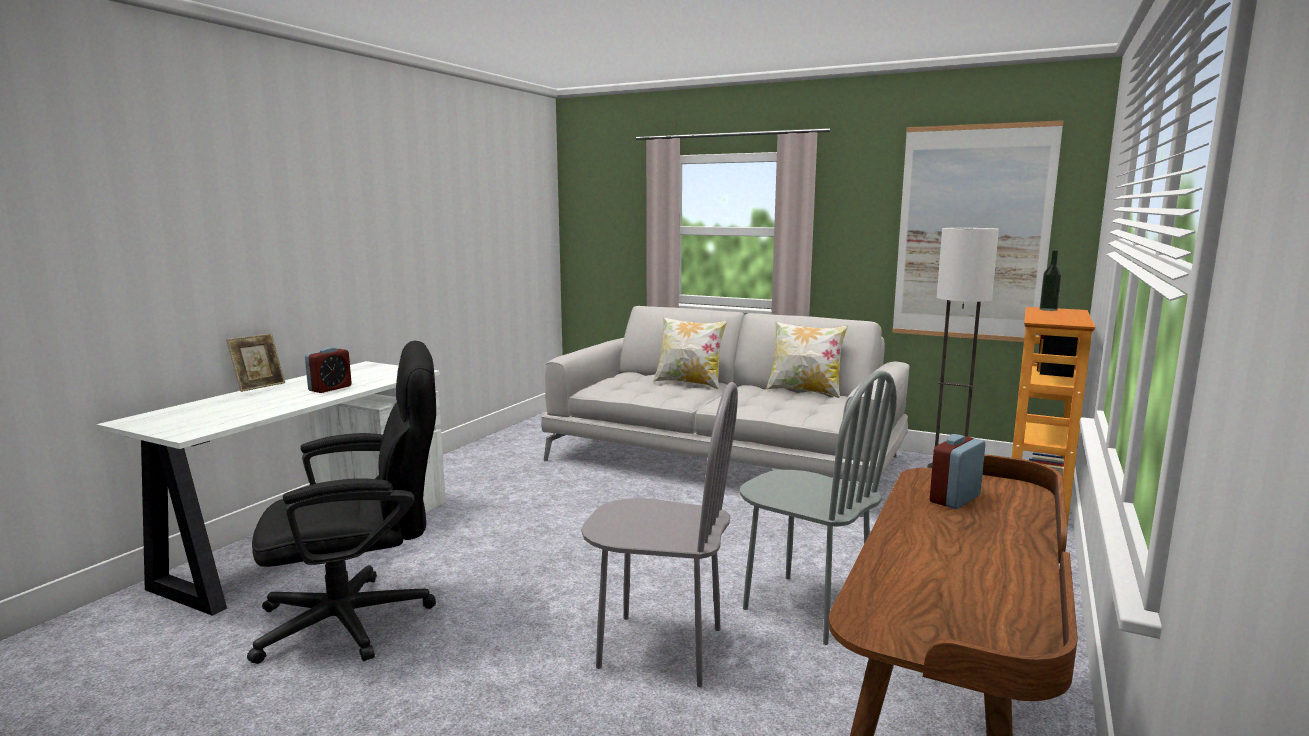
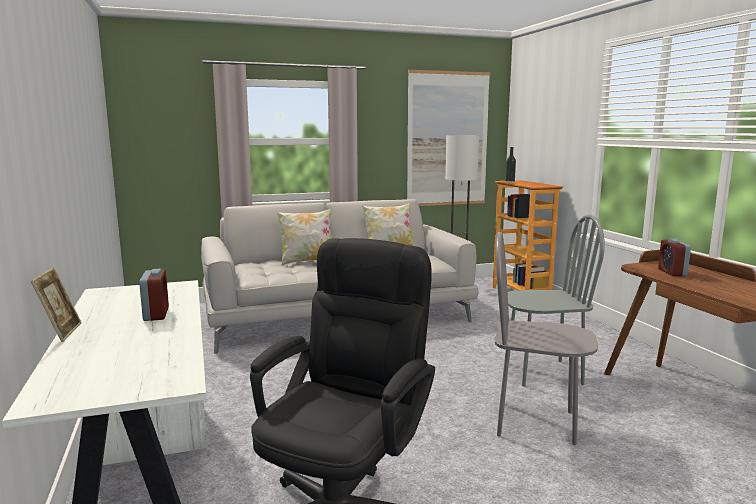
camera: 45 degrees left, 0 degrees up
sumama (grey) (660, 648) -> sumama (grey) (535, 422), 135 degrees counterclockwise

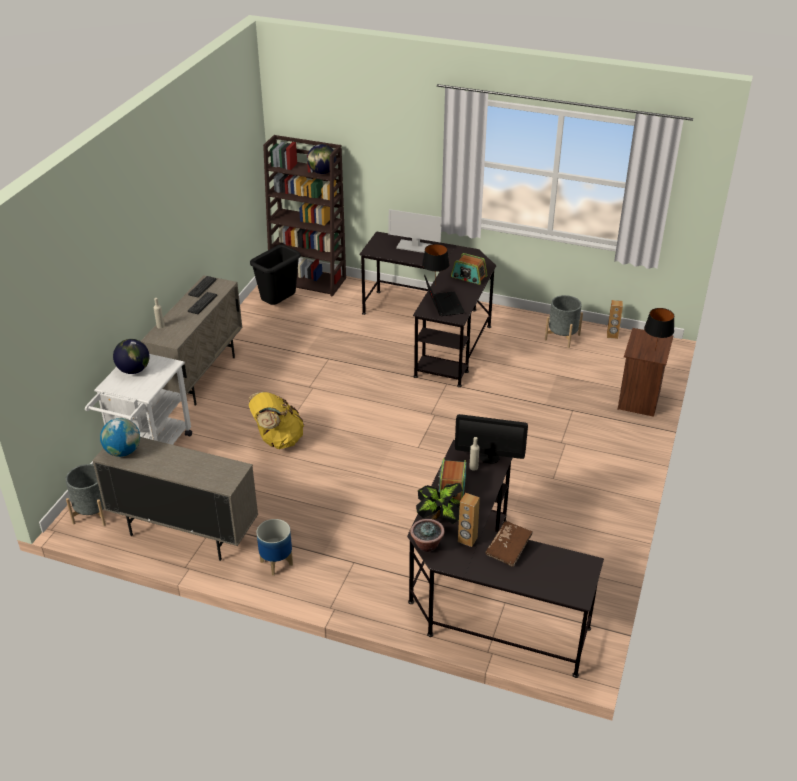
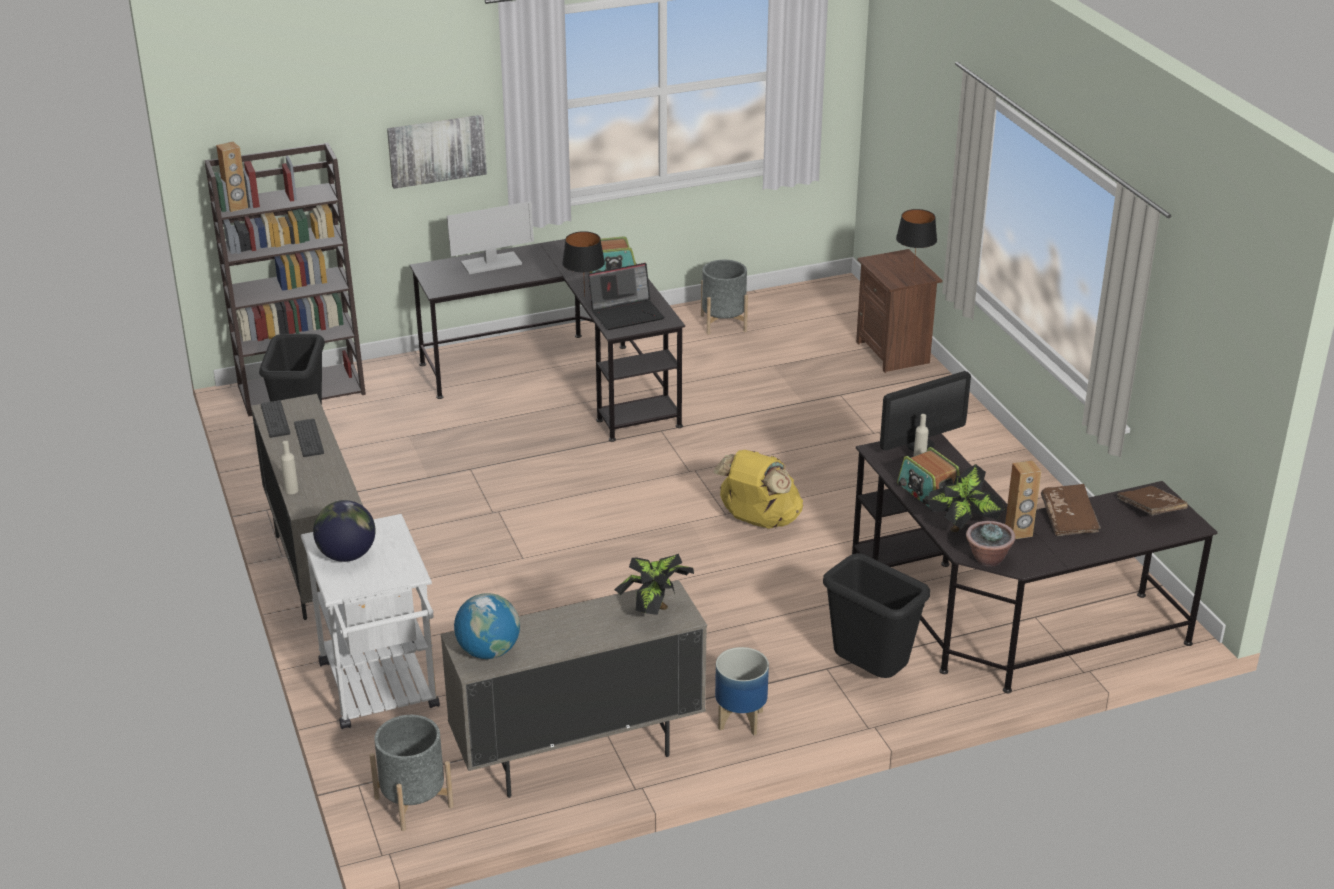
camera: 40 degrees left, 5 degrees down
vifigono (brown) (612, 335) -> vifigono (brown) (236, 207), moved
none -> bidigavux (437, 150)
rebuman (443, 304) -> rebuman (627, 313), 120 degrees clockwise
none -> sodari (655, 610)
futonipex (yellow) (277, 440) -> futonipex (yellow) (758, 521), moved
none -> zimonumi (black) (868, 673)
none -> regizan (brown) (1150, 510)
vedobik (322, 172) -> none

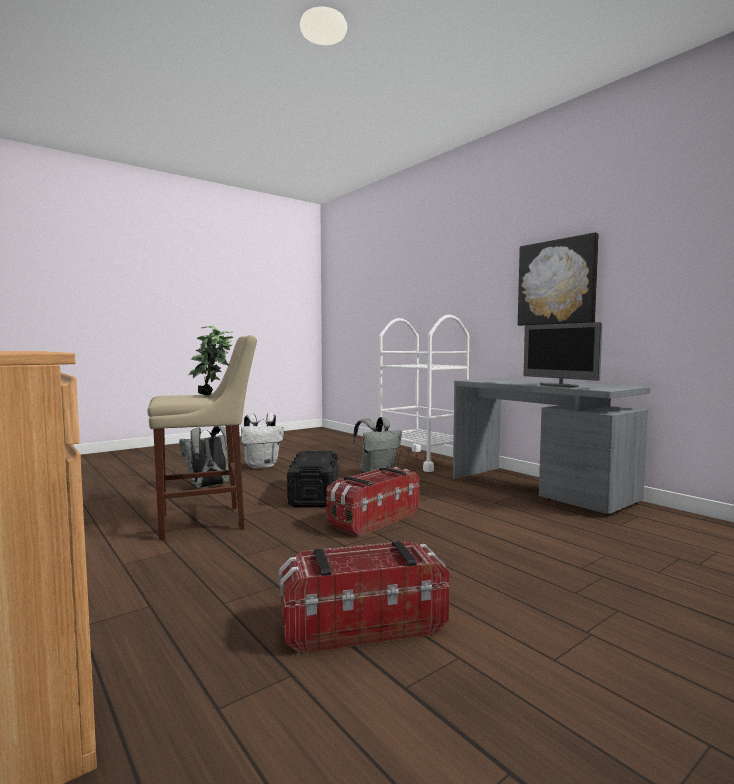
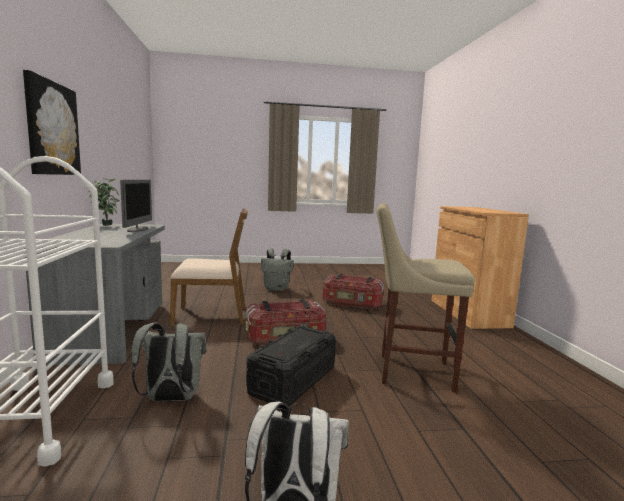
camera: 150 degrees left, 5 degrees up
sodari (213, 395) -> sodari (105, 225), moved
none -> sumama (brown) (211, 316)
futonipex (grey) (208, 487) -> futonipex (grey) (277, 289), moved

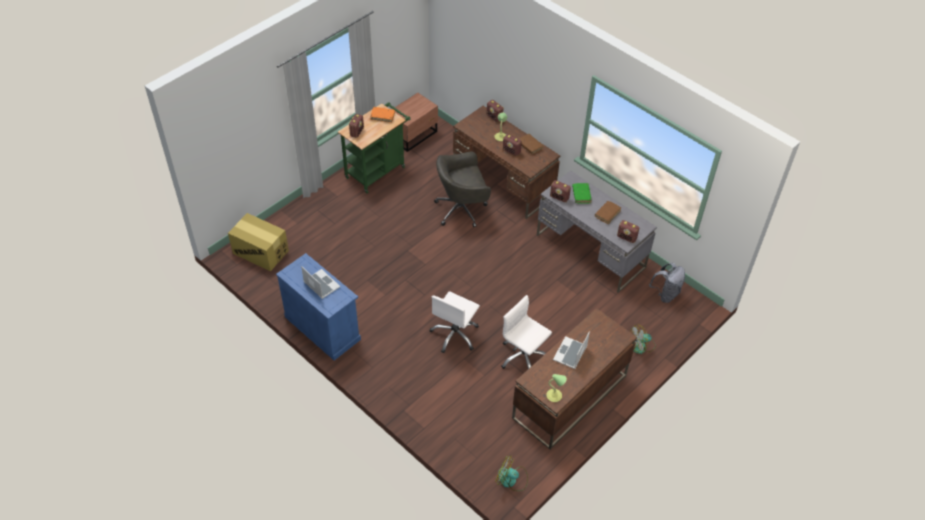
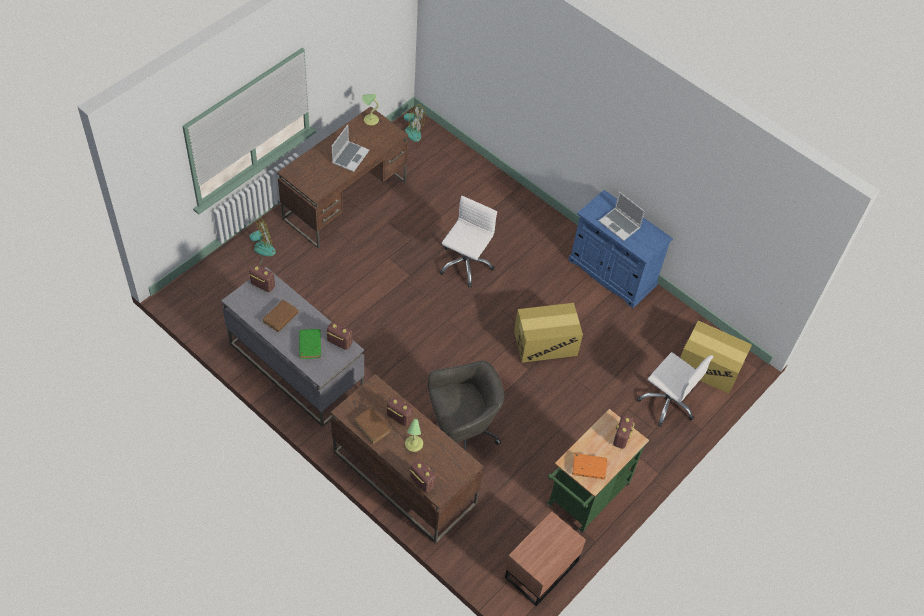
camera: 175 degrees right, 5 degrees up
none -> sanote (545, 343)
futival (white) (523, 357) -> futival (white) (667, 402), moved
futonipex (grey) (665, 294) -> none

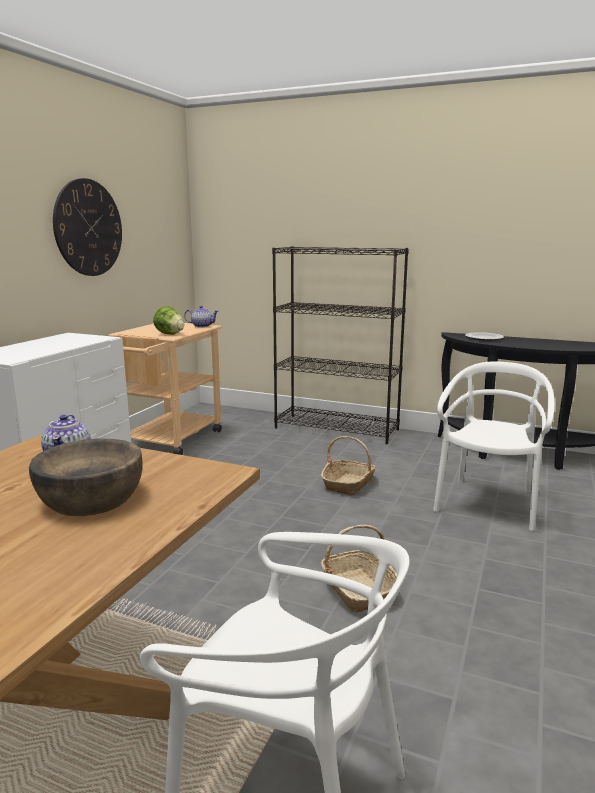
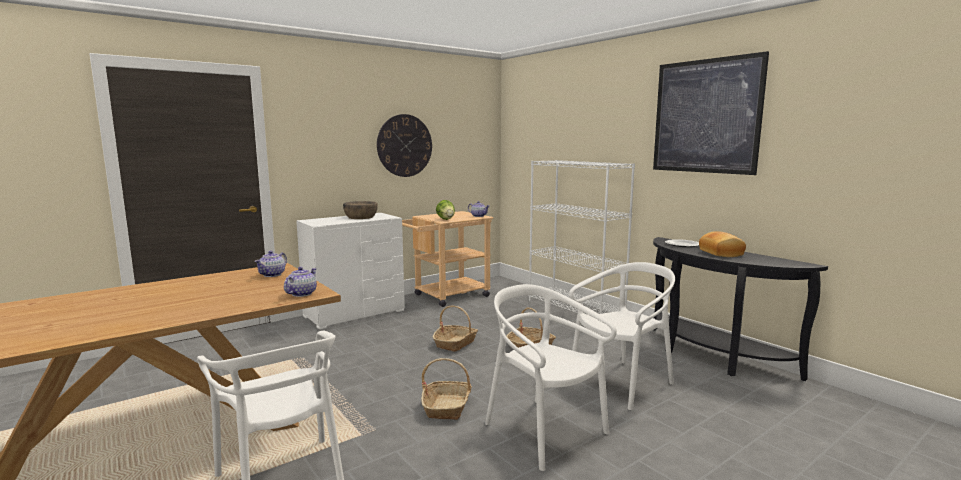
camera: 30 degrees right, 5 degrees down
none -> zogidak (301, 294)
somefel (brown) (91, 498) -> somefel (brown) (361, 217), moved
none -> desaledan (455, 343)
none -> sumama (white) (544, 431)
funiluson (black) (337, 428) -> funiluson (white) (575, 309)
none -> bidigavux (706, 116)
none -> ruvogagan (722, 253)

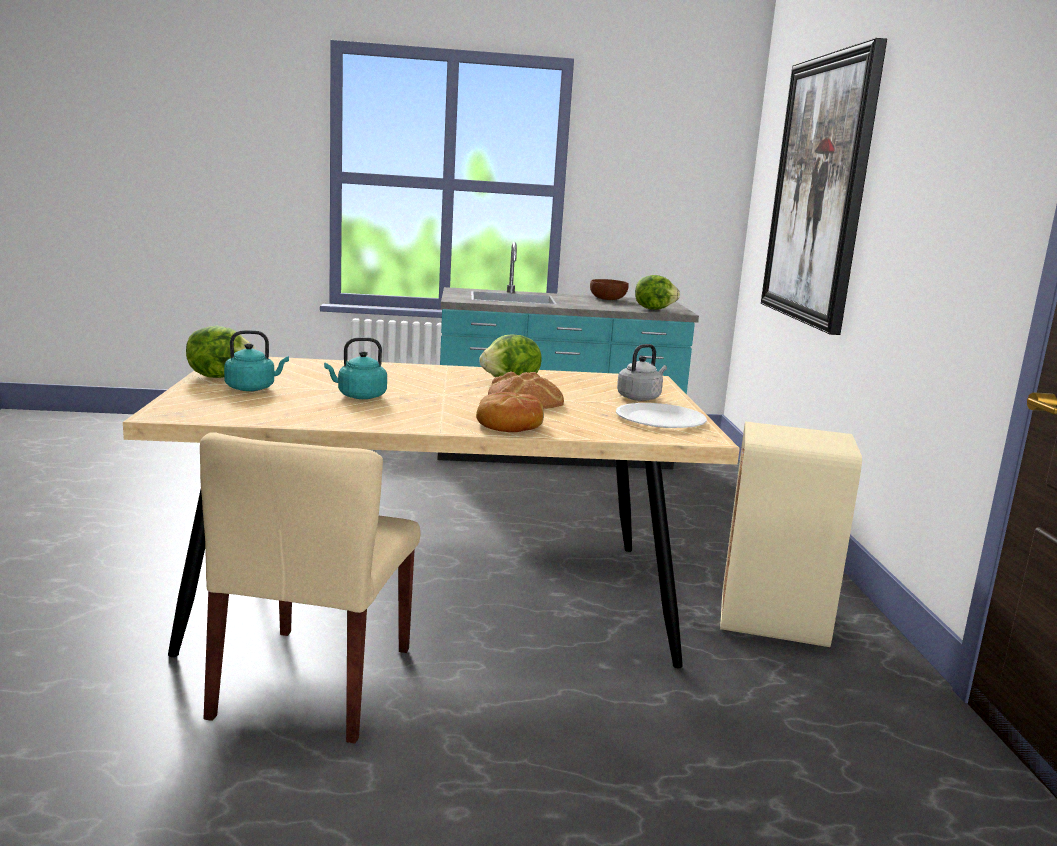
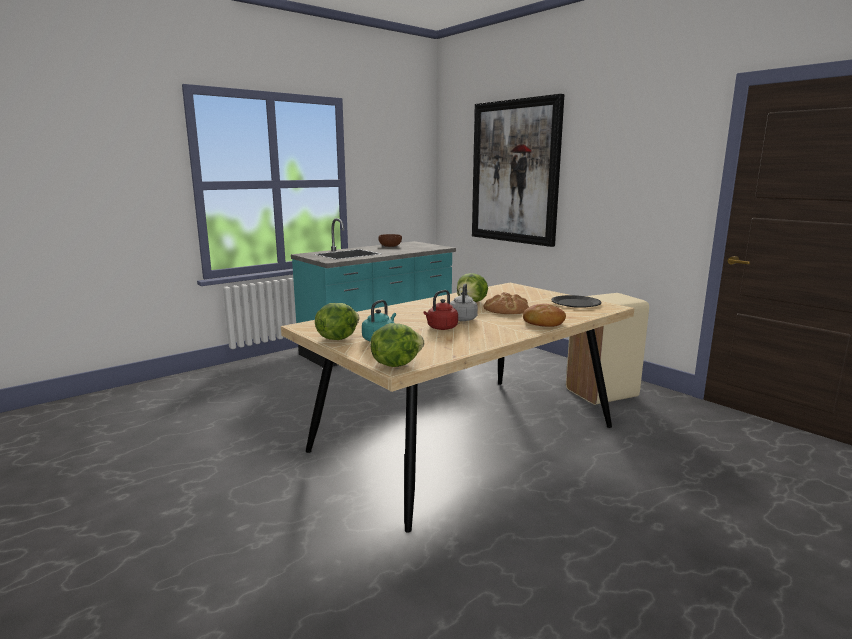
camera: 35 degrees left, 0 degrees up
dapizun (654, 309) -> dapizun (395, 364), moved
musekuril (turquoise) (359, 396) -> musekuril (red) (441, 328)
musekuril (grey) (640, 398) -> musekuril (grey) (463, 319), moved
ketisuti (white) (660, 419) -> ketisuti (black) (575, 303)
sumama (beige) (314, 682) -> none

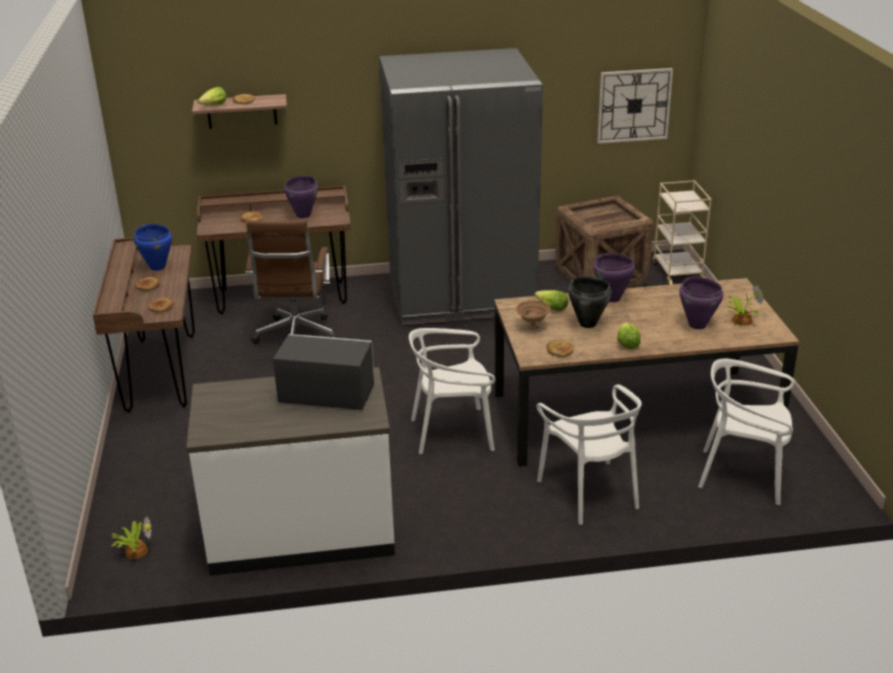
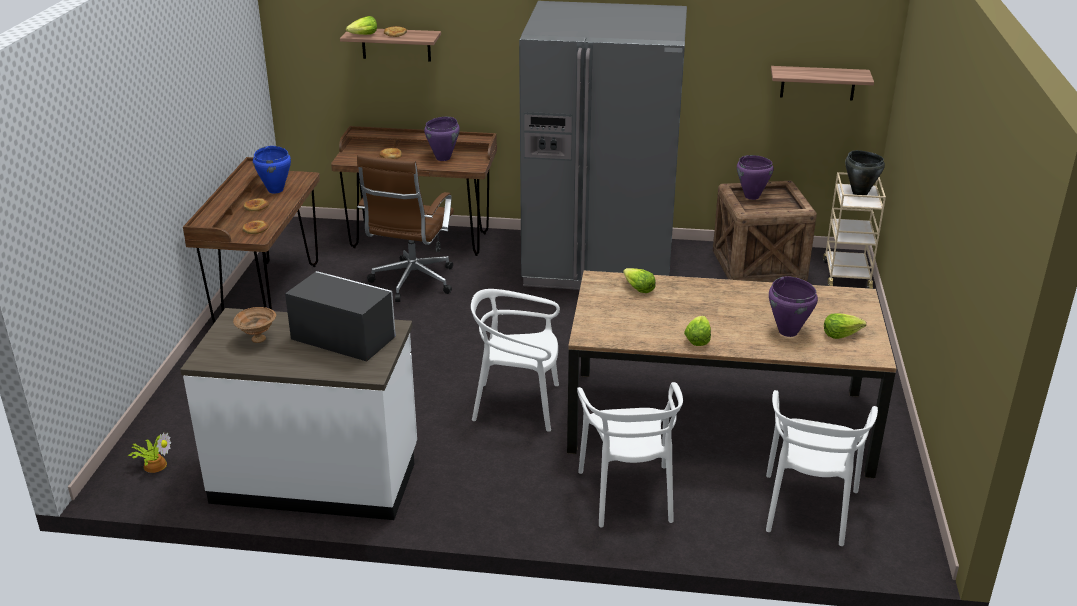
camera: 15 degrees right, 0 degrees up
somefel (brown) (533, 327) -> somefel (brown) (258, 340), moved
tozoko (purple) (612, 298) -> tozoko (purple) (752, 197), moved
sumama (white) (742, 475) -> sumama (white) (808, 508), 105 degrees counterclockwise
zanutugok (634, 105) -> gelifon (818, 83)
sodari (740, 320) -> dapizun (841, 334)
tozoko (black) (587, 323) -> tozoko (black) (859, 193), moved
ruvogagan (559, 350) -> none

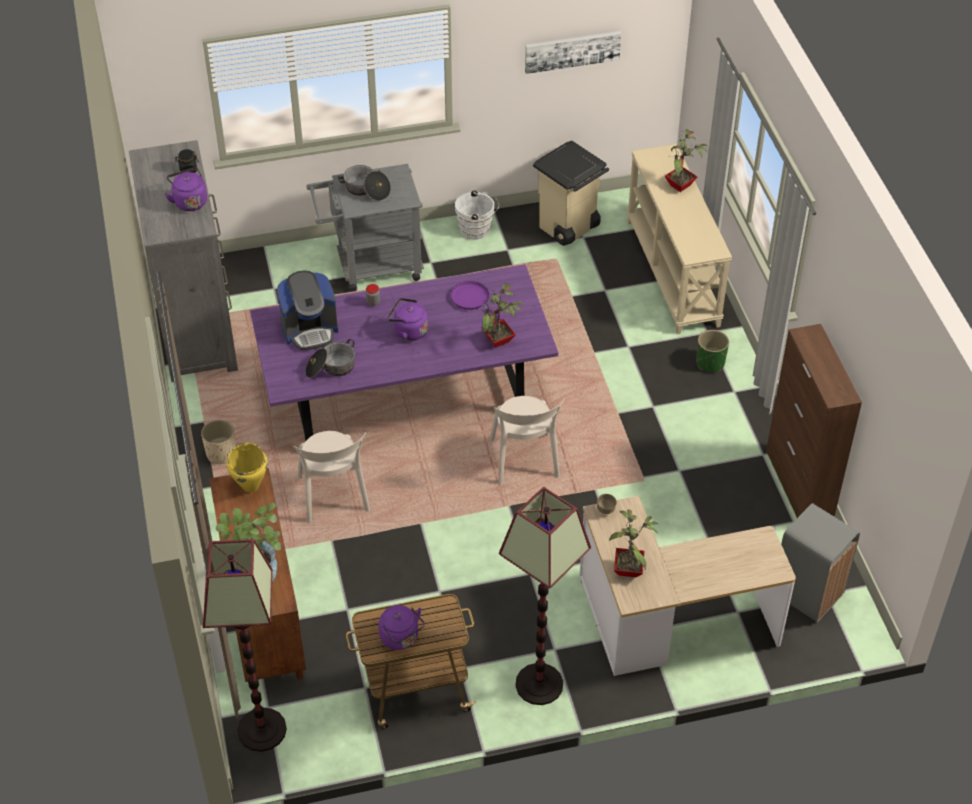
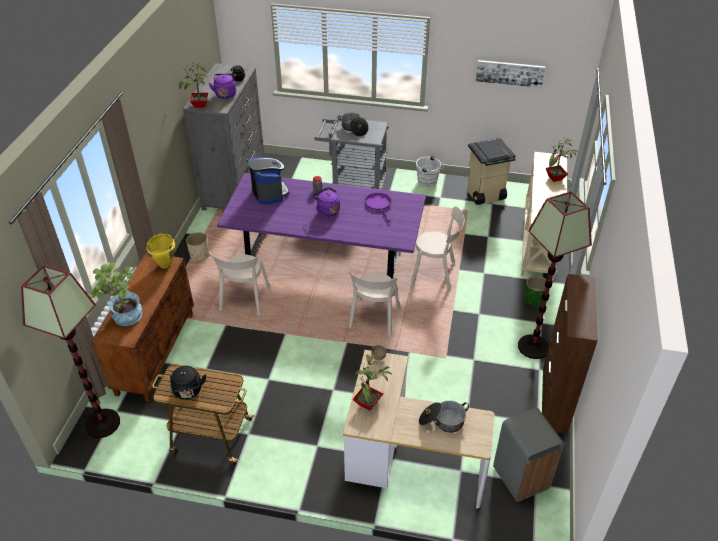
camera: 25 degrees right, 5 degrees down
musekuril (purple) (401, 638) -> musekuril (black) (188, 392)
sodari (499, 341) -> sodari (200, 105), moved
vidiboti (310, 330) -> vidiboti (269, 193), 120 degrees counterclockwise
none -> sumama (beige) (436, 273)
tozoko (331, 368) -> tozoko (442, 421), moved
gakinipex (540, 684) -> gakinipex (533, 347), moved

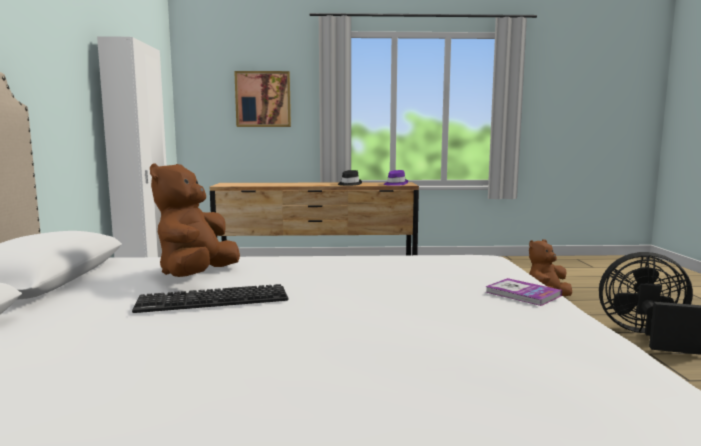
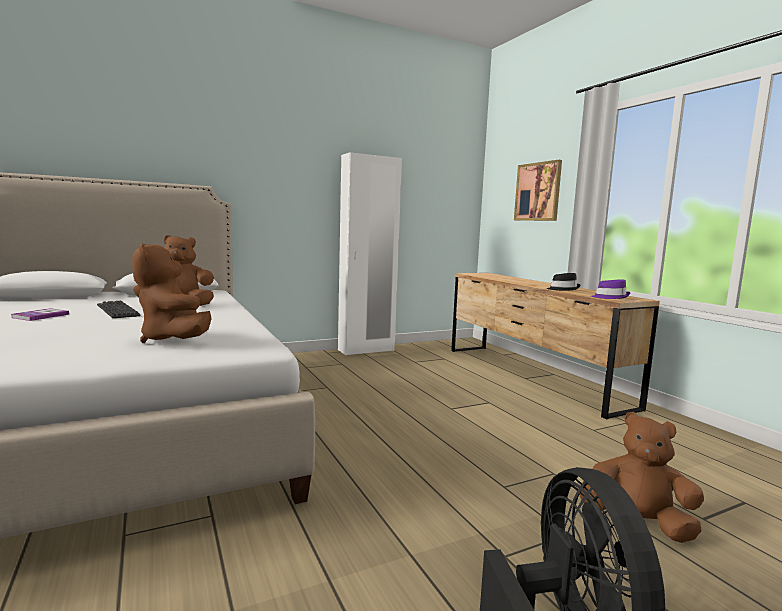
camera: 65 degrees right, 0 degrees up
regizan (523, 294) -> regizan (40, 316), moved
none -> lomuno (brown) (174, 340)

